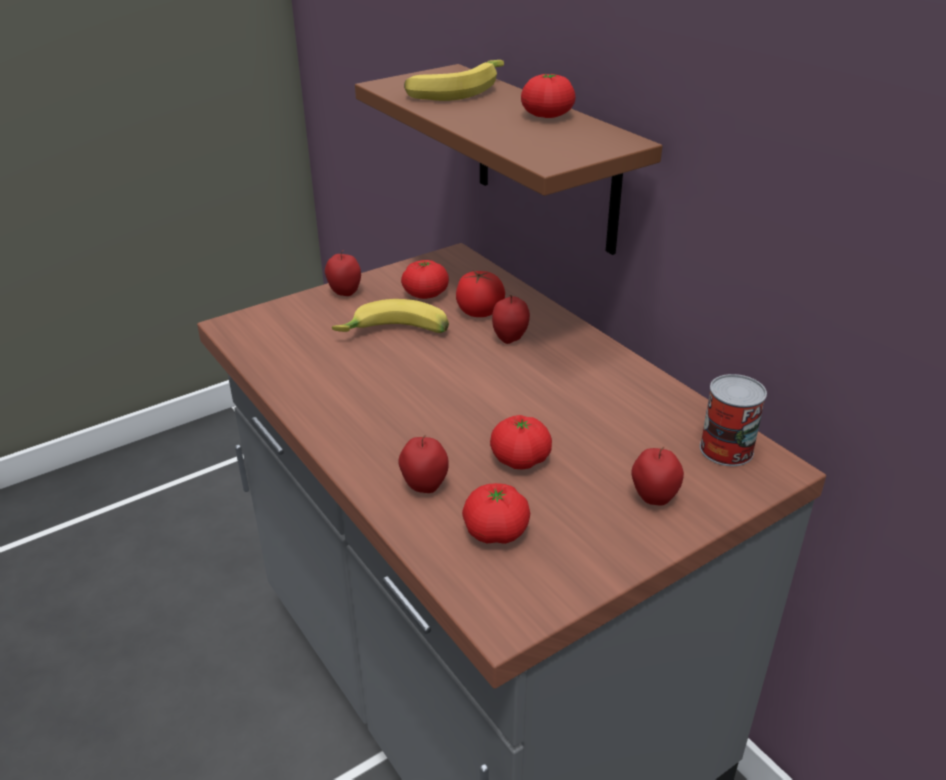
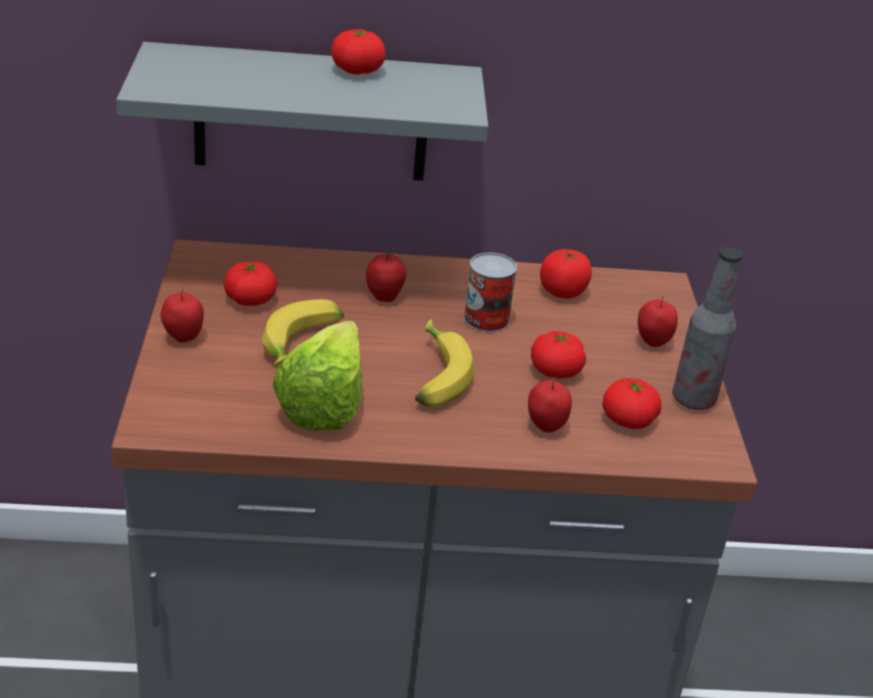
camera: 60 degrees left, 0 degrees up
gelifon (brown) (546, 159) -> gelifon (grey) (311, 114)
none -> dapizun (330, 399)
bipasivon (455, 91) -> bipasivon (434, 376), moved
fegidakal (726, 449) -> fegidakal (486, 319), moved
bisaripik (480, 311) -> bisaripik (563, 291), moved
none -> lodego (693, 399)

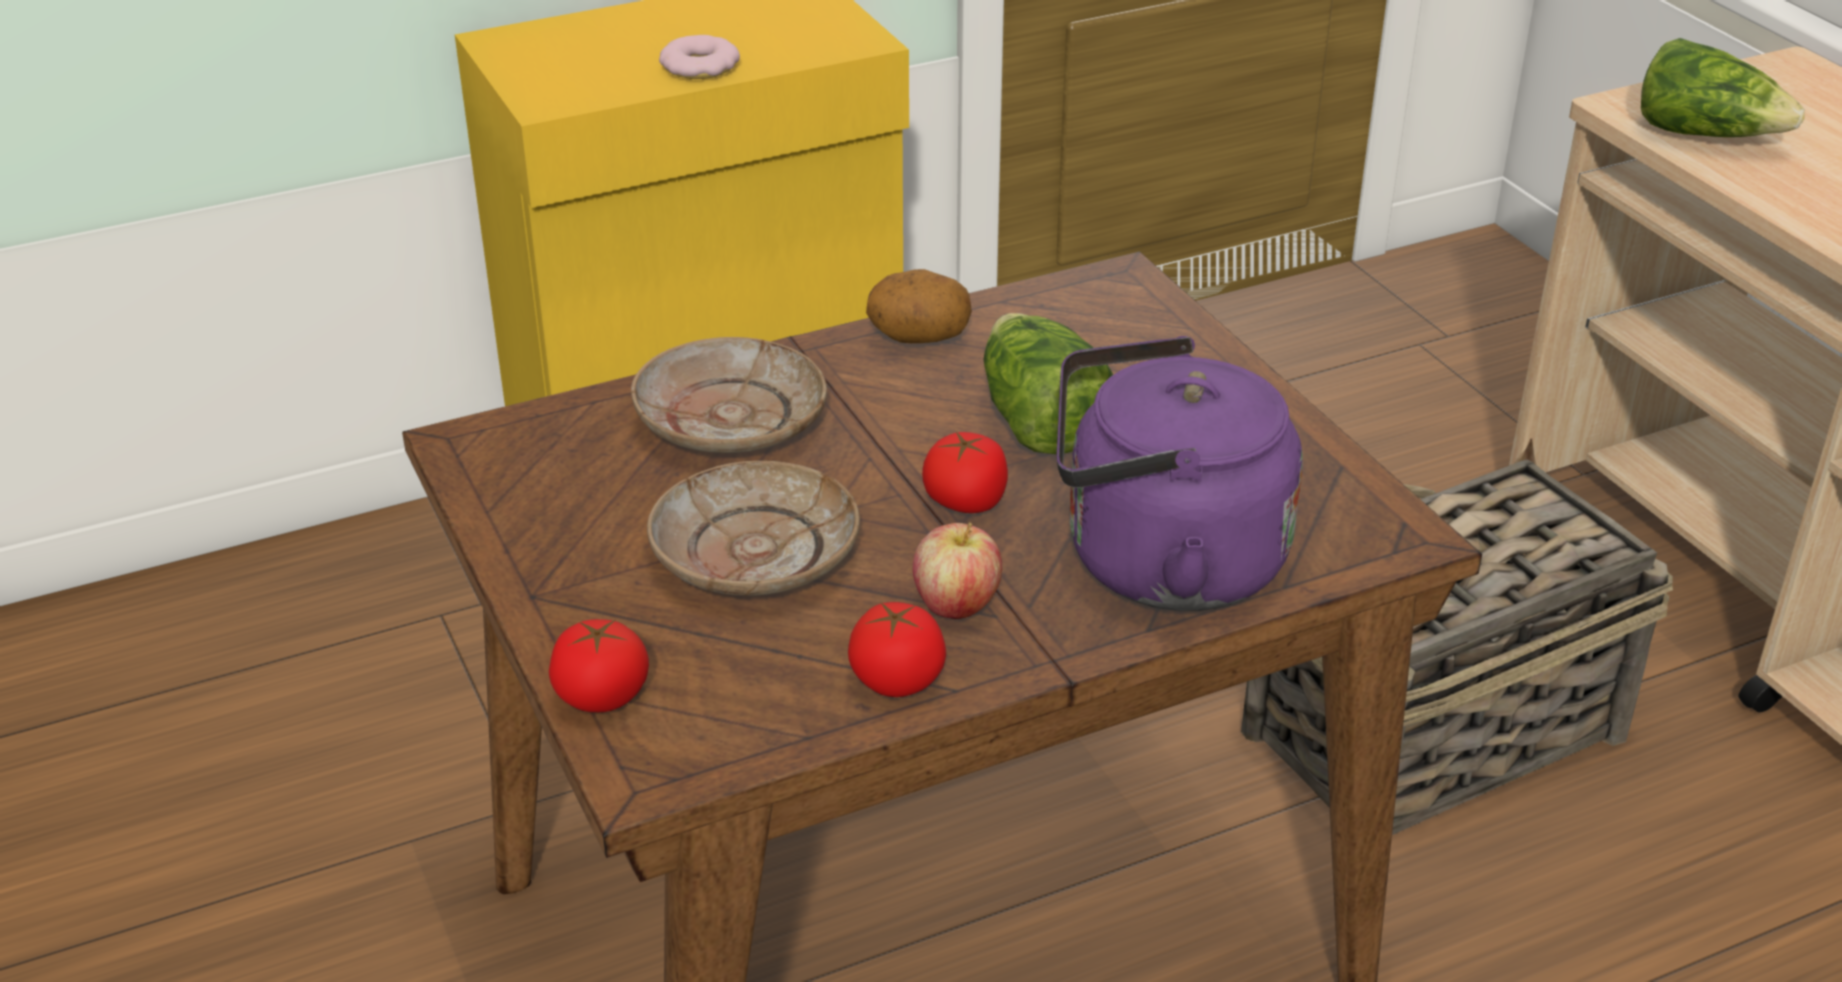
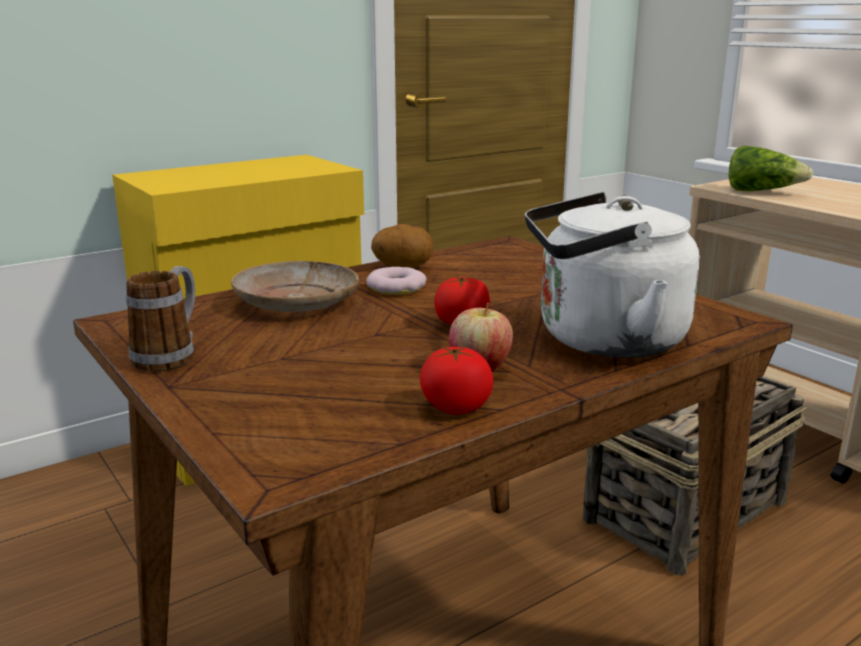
camera: 10 degrees left, 15 degrees down
none -> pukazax (171, 355)
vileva (700, 66) -> vileva (396, 287), moved
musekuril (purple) (1160, 563) -> musekuril (white) (602, 340)
bisaripik (601, 696) -> none
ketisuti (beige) (754, 553) -> none
dapizun (1038, 421) -> none

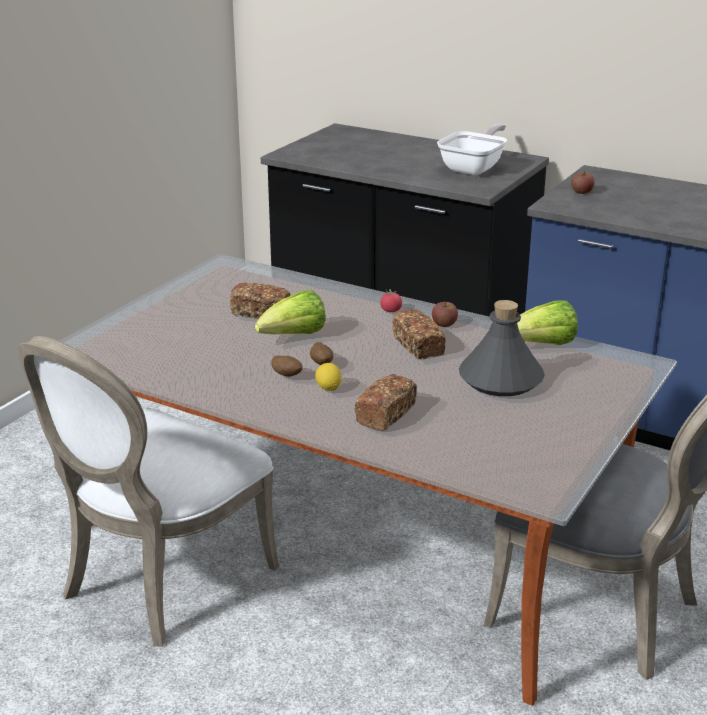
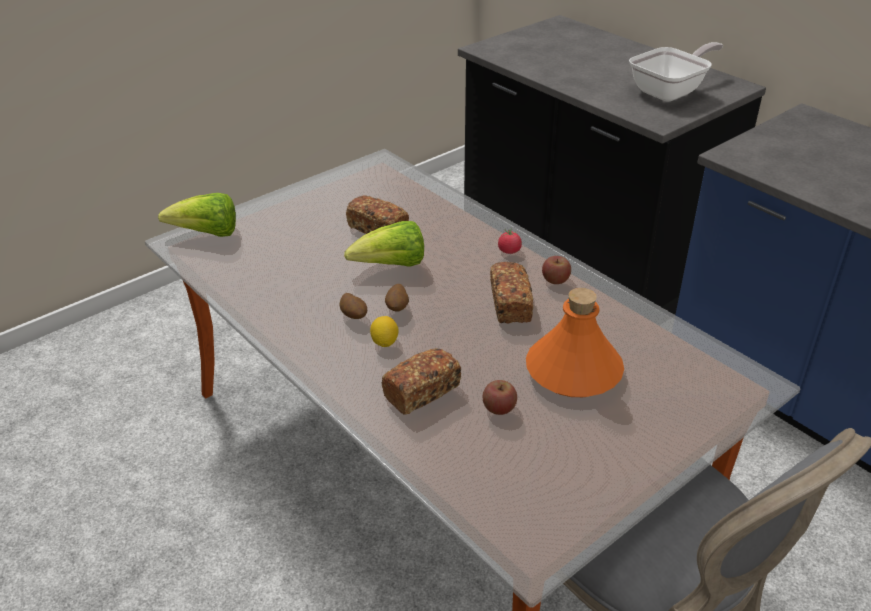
camera: 20 degrees right, 10 degrees up
dapizun (542, 346) -> dapizun (207, 234), moved
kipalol (581, 192) -> kipalol (499, 408), moved
lodego (grey) (501, 380) -> lodego (orange) (574, 371)
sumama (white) (160, 582) -> none

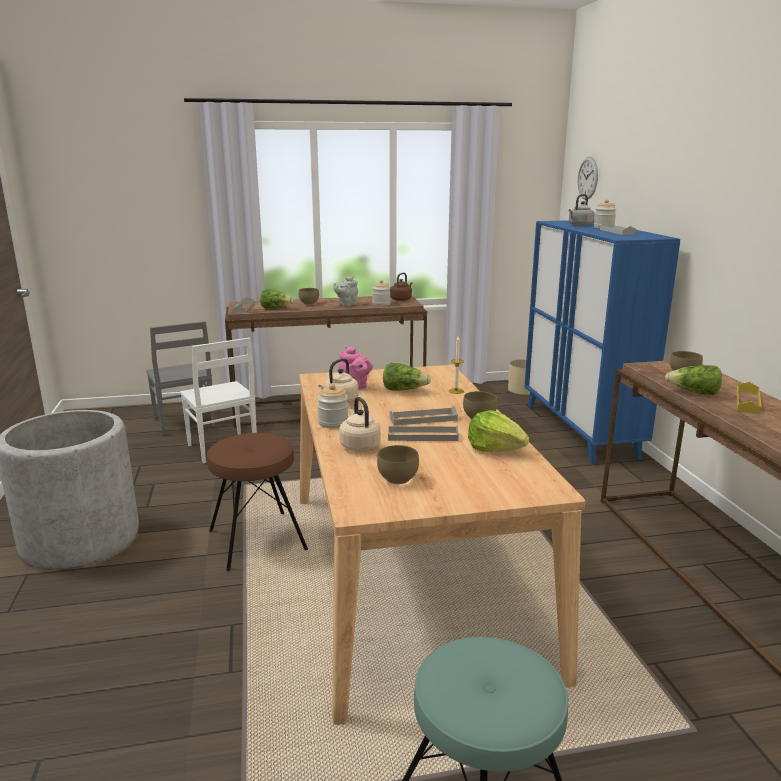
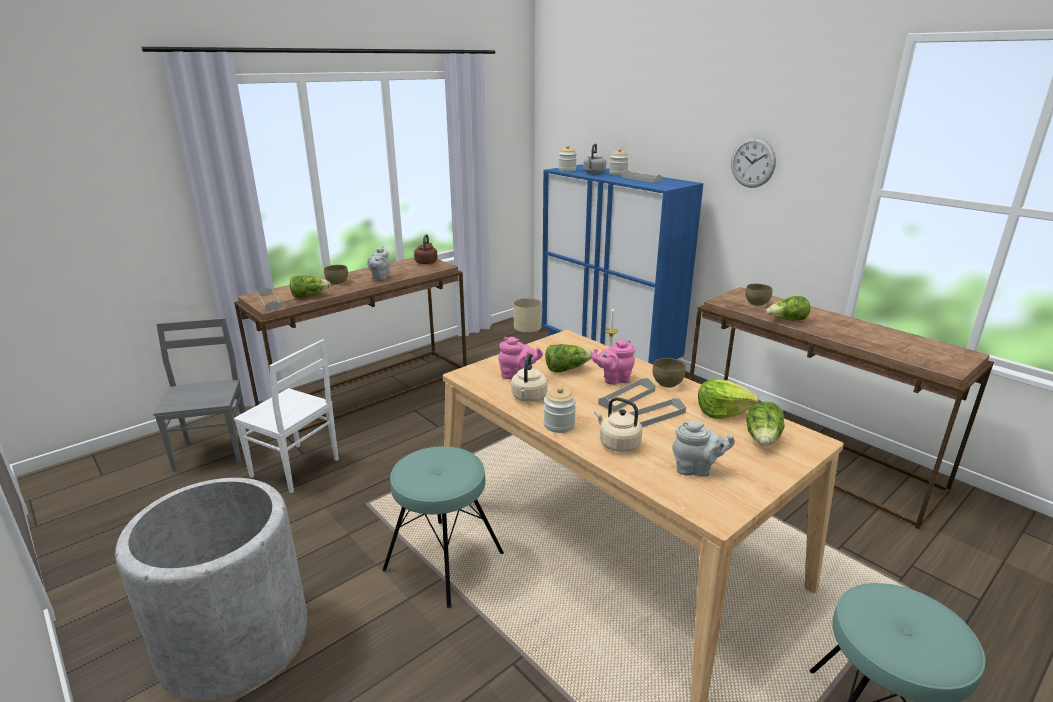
camera: 30 degrees left, 5 degrees up
sumama (grey) (183, 423) -> sumama (grey) (214, 450), 135 degrees counterclockwise
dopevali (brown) (257, 540) -> dopevali (turquoise) (444, 561)
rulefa (381, 304) -> rulefa (567, 170), moved
none -> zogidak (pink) (614, 379)
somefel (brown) (396, 478) -> zogidak (grey) (696, 469)
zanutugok (587, 178) -> zanutugok (753, 162), moved
none -> dapizun (763, 439)
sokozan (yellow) (747, 402) -> none

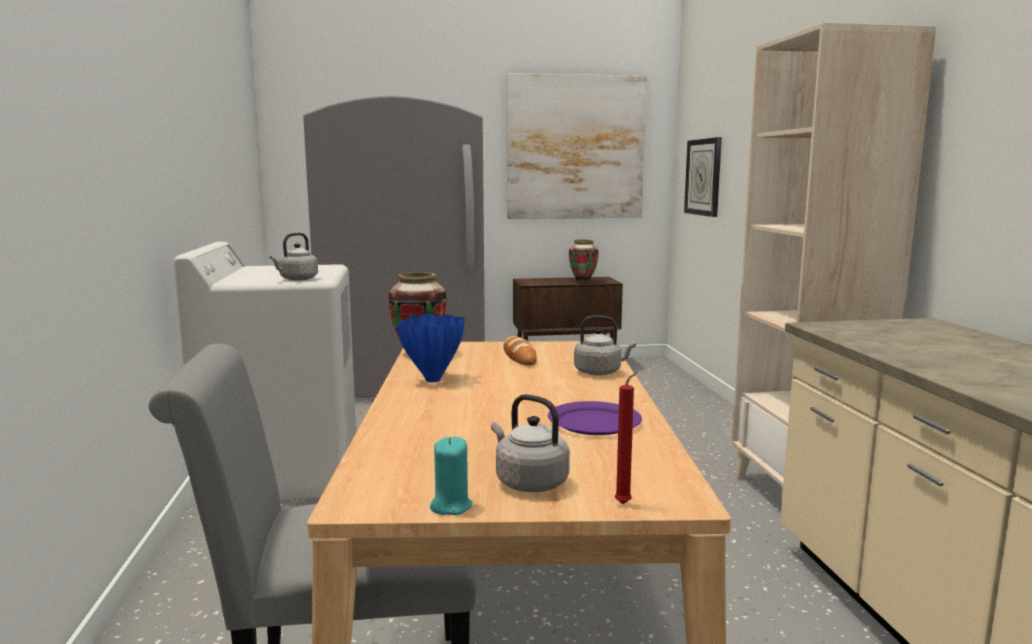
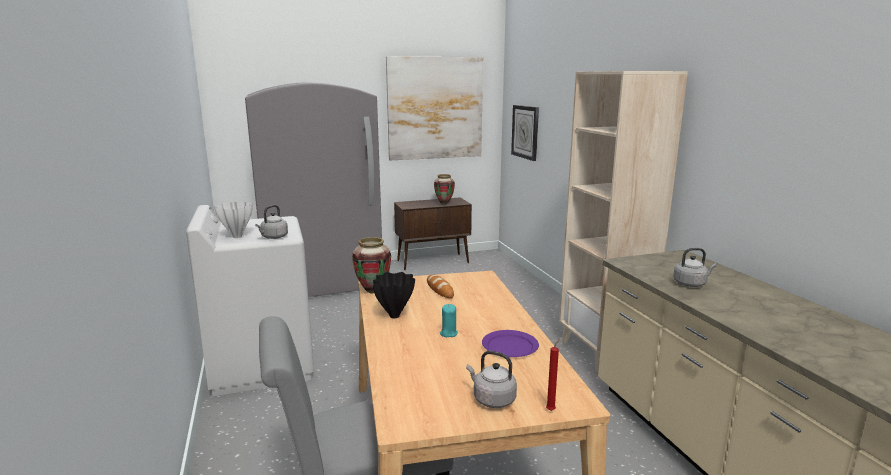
camera: 10 degrees left, 5 degrees up
none -> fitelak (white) (237, 236)
fitelak (blue) (434, 380) -> fitelak (black) (395, 316)
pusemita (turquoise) (450, 506) -> pusemita (turquoise) (448, 333), moved
musekuril (grey) (600, 372) -> musekuril (grey) (691, 284), moved

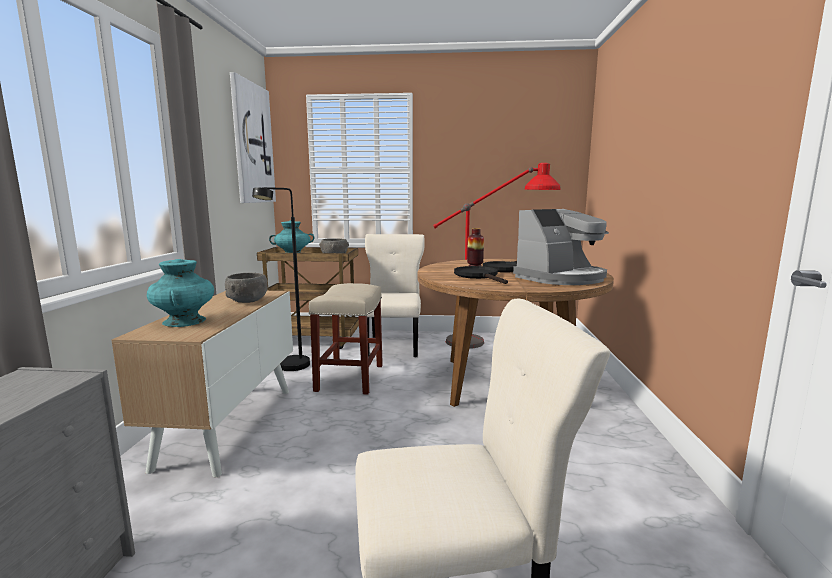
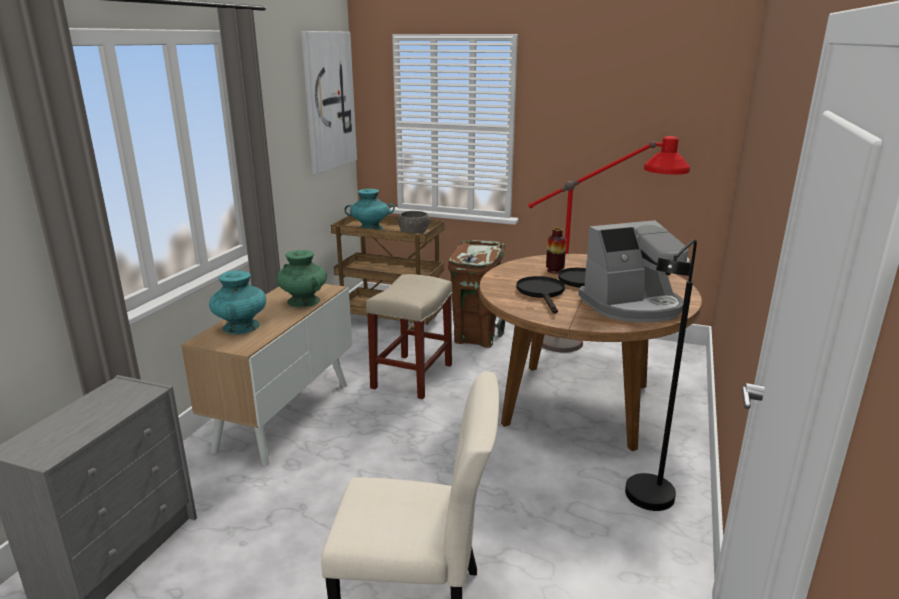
camera: 15 degrees right, 10 degrees up
somefel (grey) (248, 301) -> fitelak (green) (303, 301)
sumama (beige) (394, 345) -> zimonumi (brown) (476, 337)
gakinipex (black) (289, 368) -> gakinipex (black) (647, 503), moved

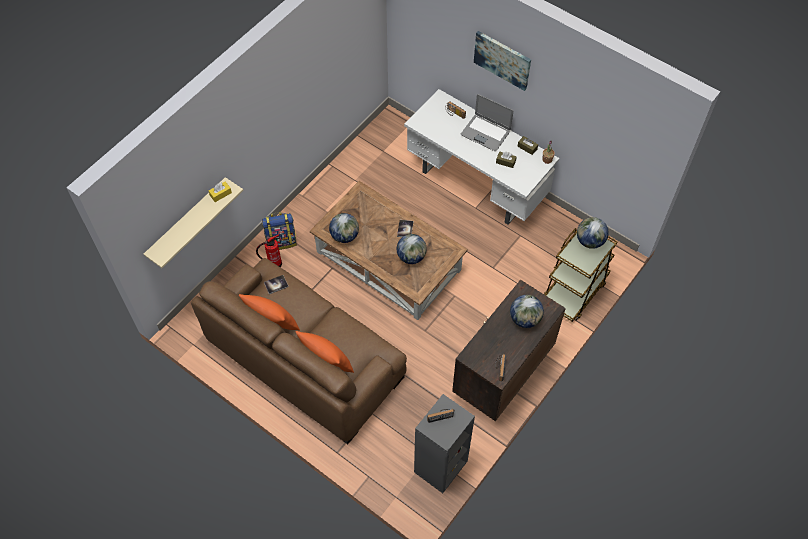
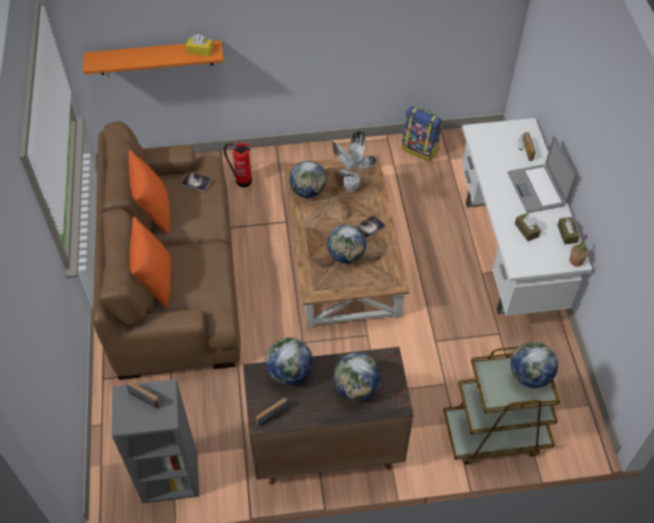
camera: 45 degrees right, 5 degrees down
gelifon (beige) (187, 221) -> gelifon (orange) (155, 58)
none -> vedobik (289, 372)
none -> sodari (350, 188)
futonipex (281, 241) -> futonipex (420, 149), moved
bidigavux (502, 60) -> none

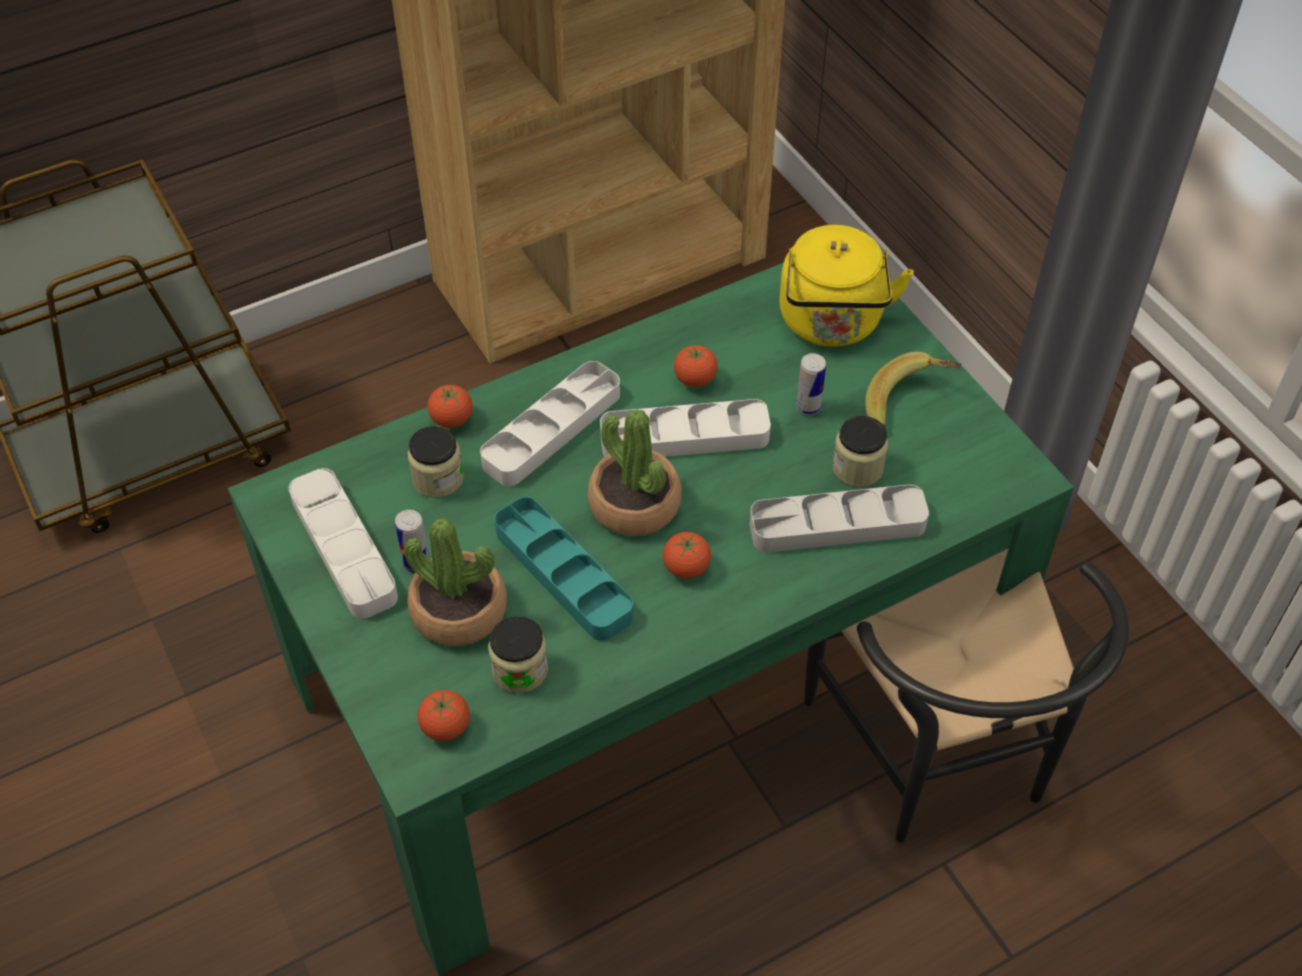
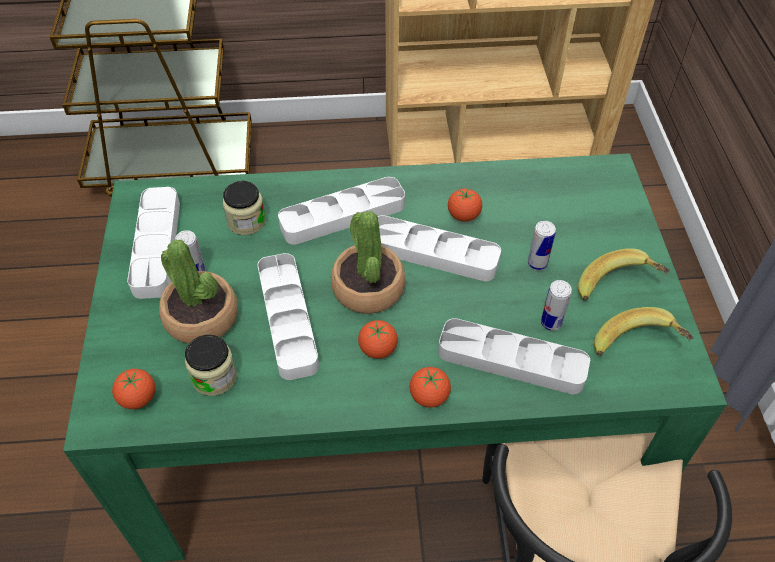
camera: 25 degrees right, 0 degrees up
sokozan (turquoise) (563, 573) -> sokozan (white) (288, 319)
bisaripik (452, 419) -> bisaripik (429, 396), moved
rulefa (857, 468) -> fegidakal (551, 323)
none -> bipasivon (637, 349)
musekuril (yellow) (832, 324) -> none

